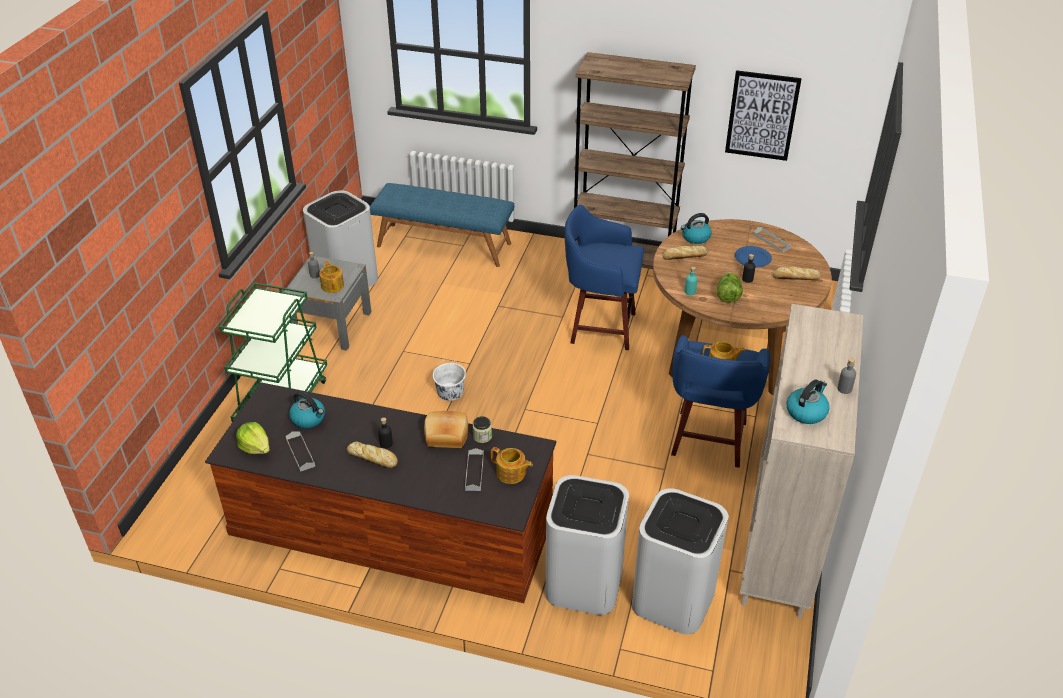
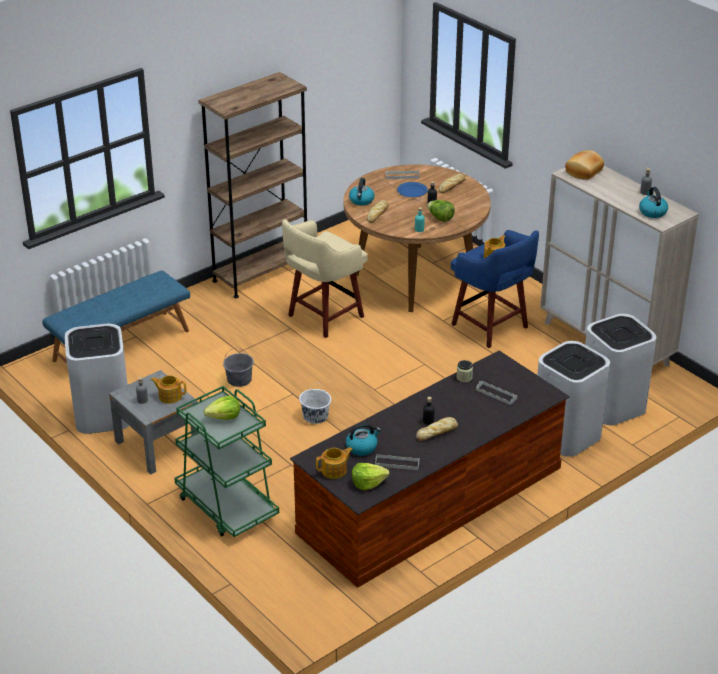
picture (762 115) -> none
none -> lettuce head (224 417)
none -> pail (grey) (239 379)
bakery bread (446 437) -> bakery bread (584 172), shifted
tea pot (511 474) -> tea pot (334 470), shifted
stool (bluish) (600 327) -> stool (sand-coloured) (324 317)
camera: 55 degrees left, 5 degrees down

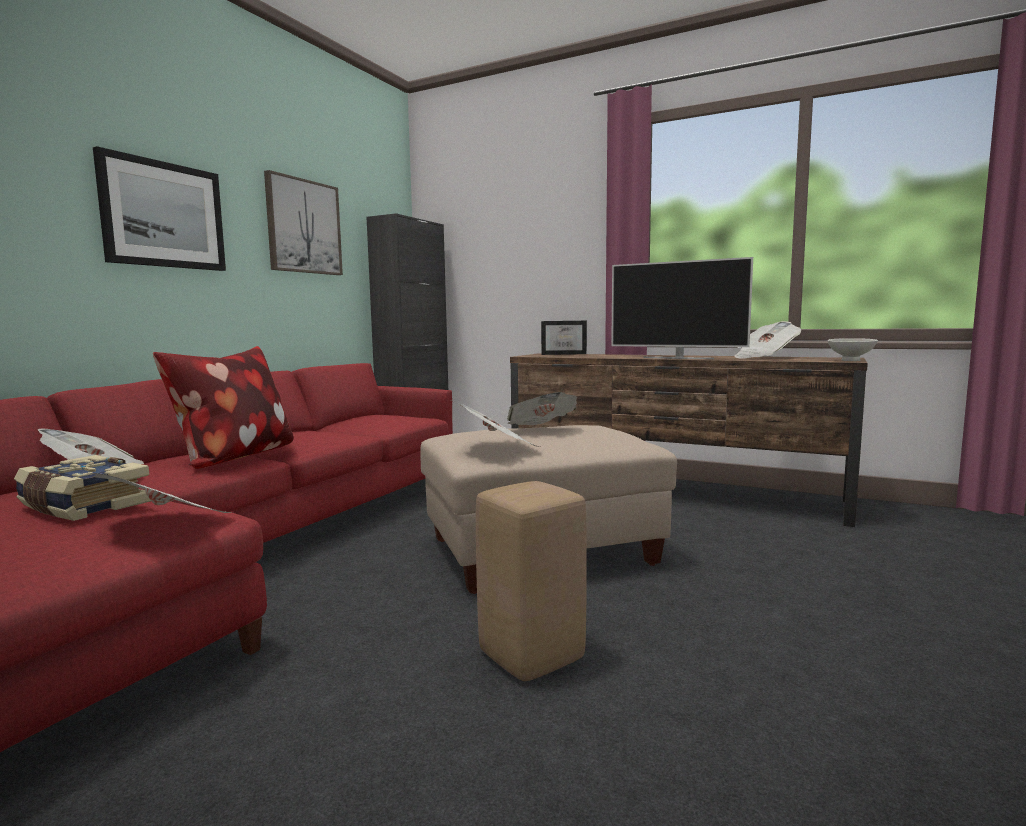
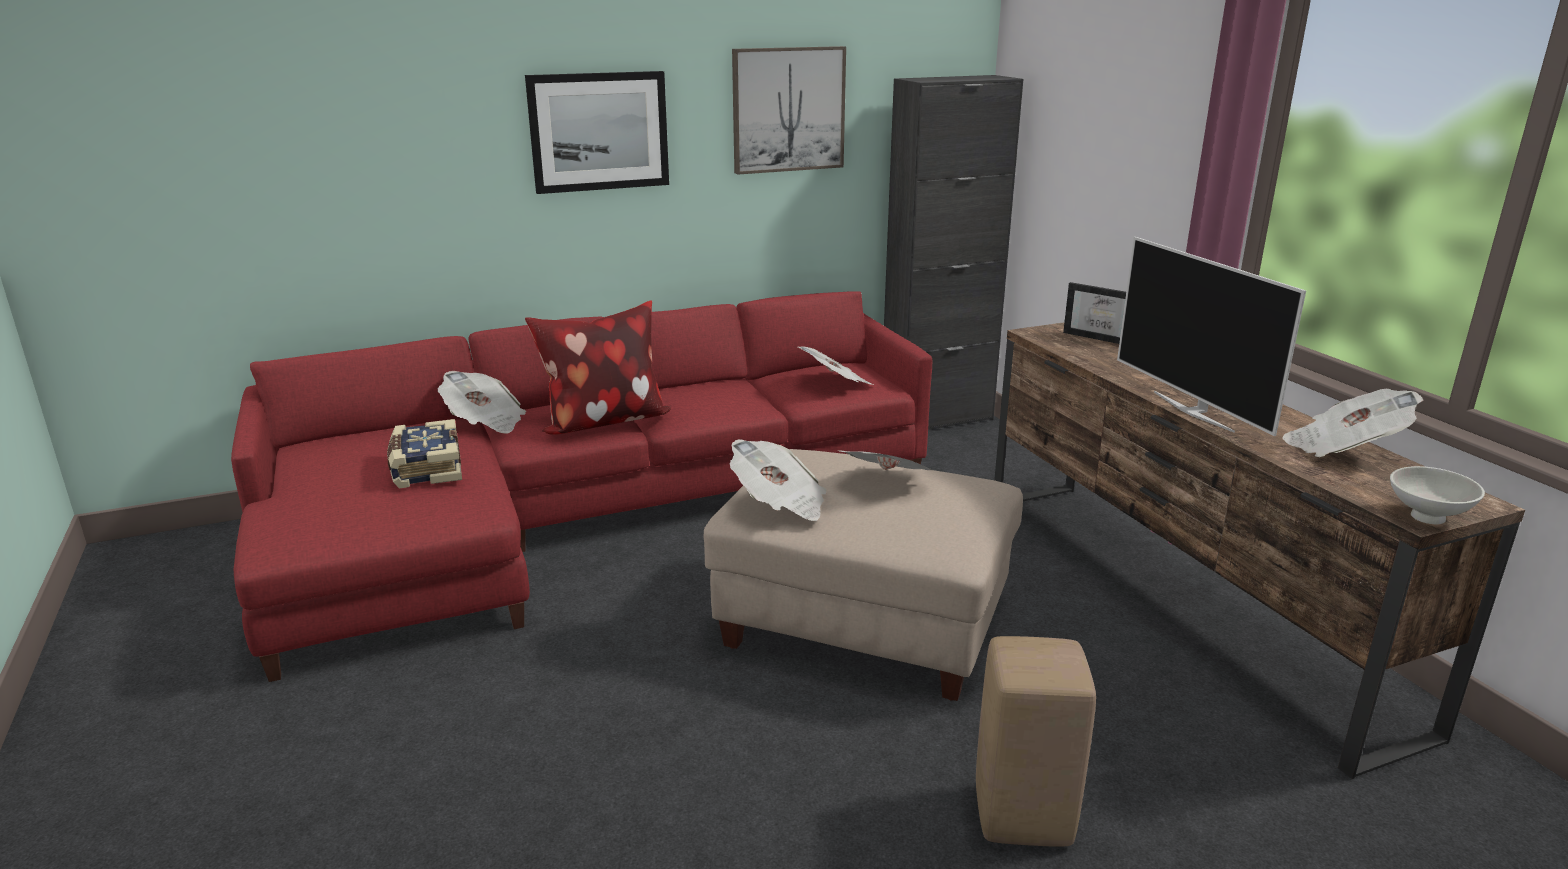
printed paper (168 525) -> printed paper (835 384), shifted
stool (sand-coloured) (531 655) -> stool (sand-coloured) (1024 815), shifted
camera: 40 degrees right, 15 degrees up

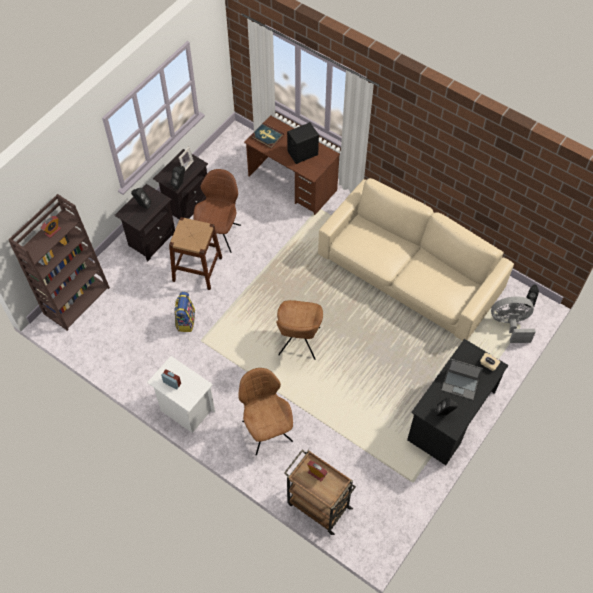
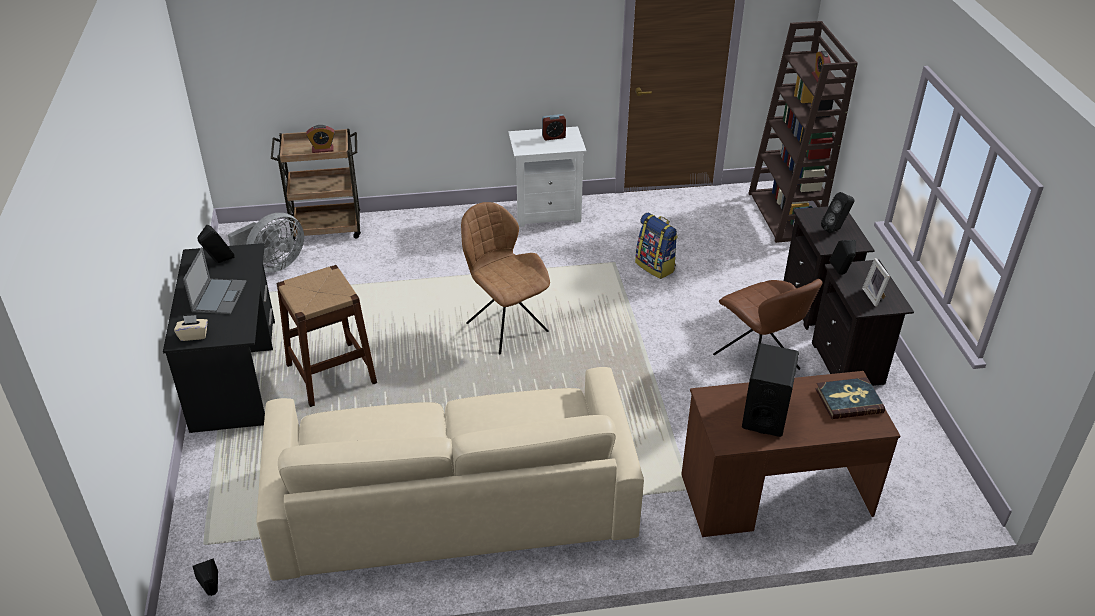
plain chair (brownish) (266 429) -> none
stool (brownish) (197 269) -> stool (brownish) (331 374), shifted
fan (grey) (510 325) -> fan (grey) (273 265), shifted
portable computer (460 384) -> portable computer (219 296), 120 degrees clockwise
camera: 135 degrees right, 20 degrees down

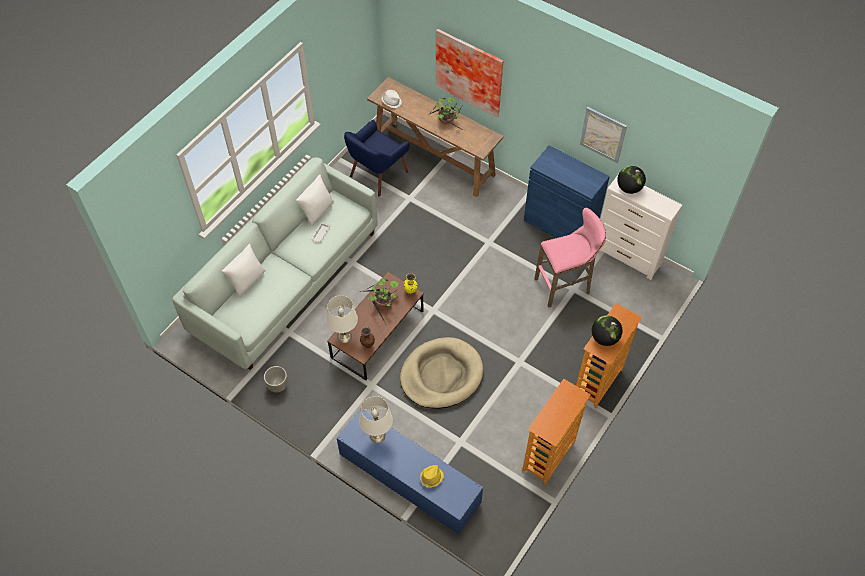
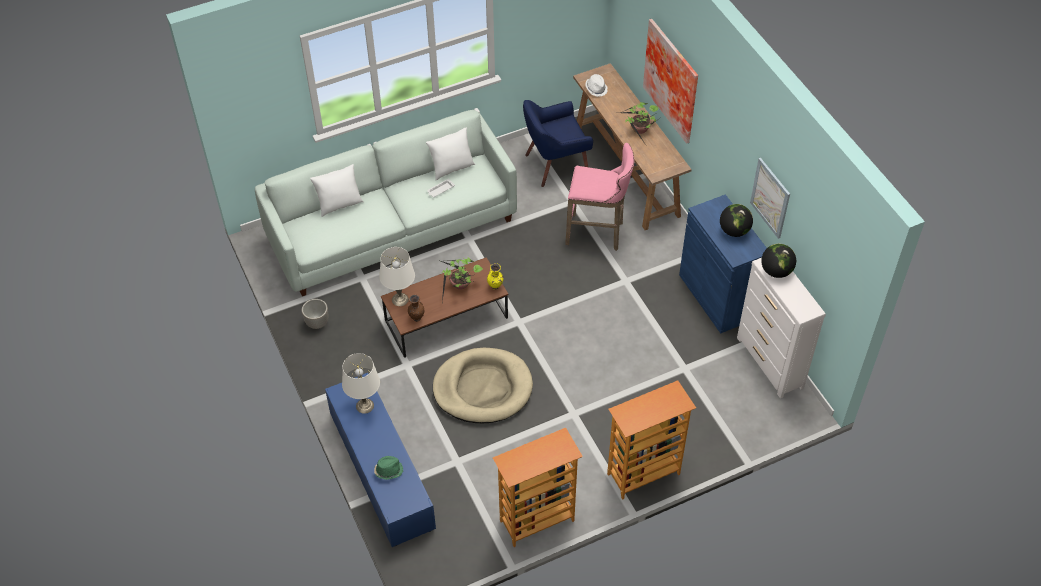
stool (pinkish) (565 286) -> stool (pinkish) (597 233), shifted
globe (604 338) -> globe (734 231), shifted
wearable hat (yellow-coloured) (431 477) -> wearable hat (green) (388 470)
camera: 30 degrees right, 5 degrees down

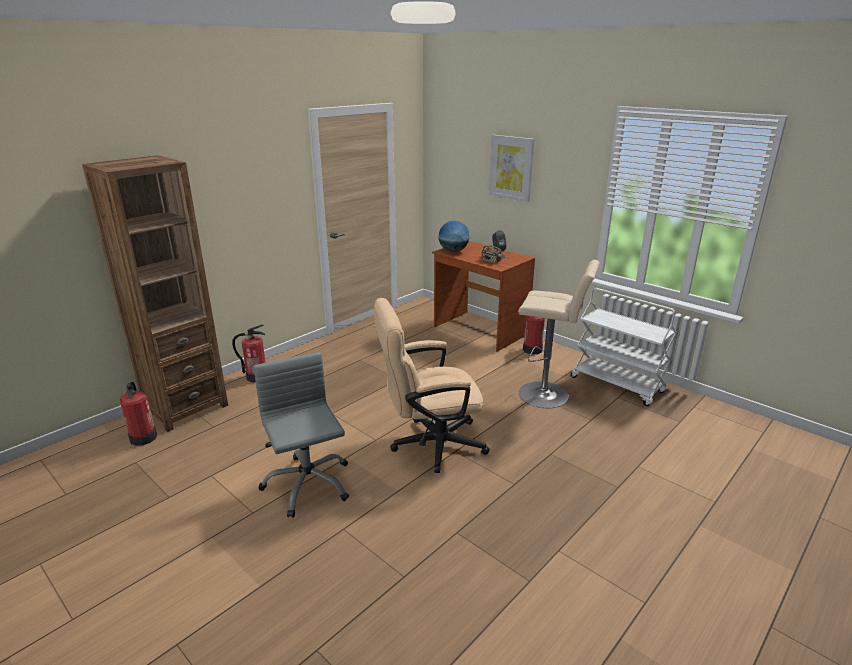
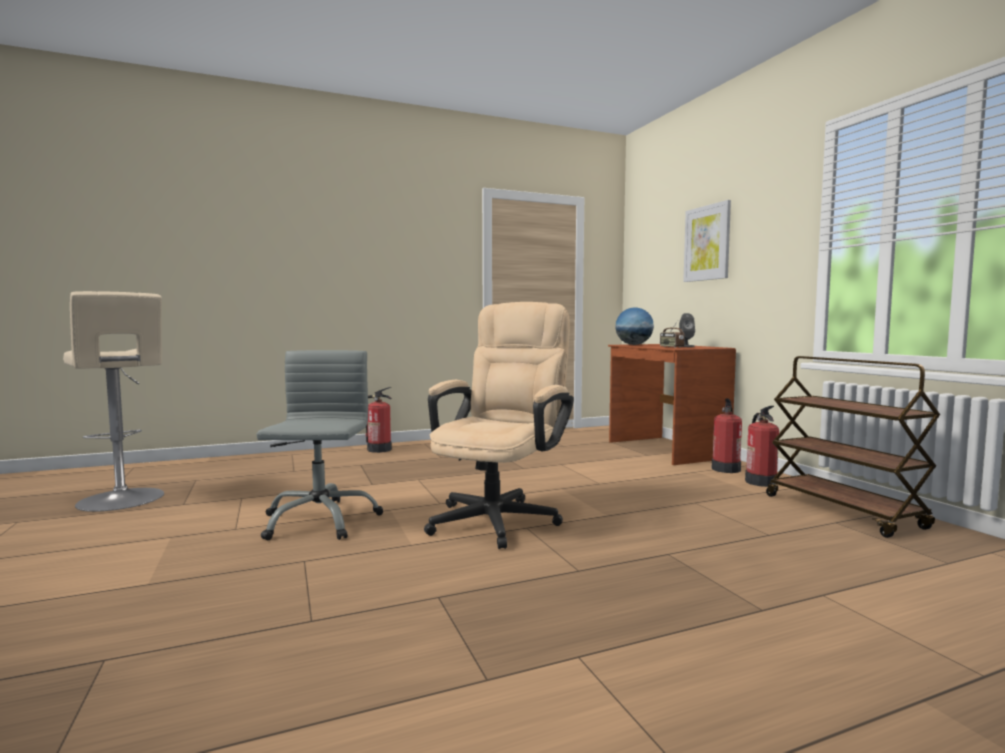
bookshelf (brownish) (186 408) -> none
fire-fighting cylinder (143 437) -> fire-fighting cylinder (760 482), shifted
stool (sand-coloured) (547 395) -> stool (sand-coloured) (122 500), shifted
cart (whitish) (617 385) -> cart (brownish) (843 511)
computer chair (sand-coloured) (429 444) -> computer chair (sand-coloured) (500 517), 105 degrees clockwise
camera: 25 degrees right, 20 degrees down

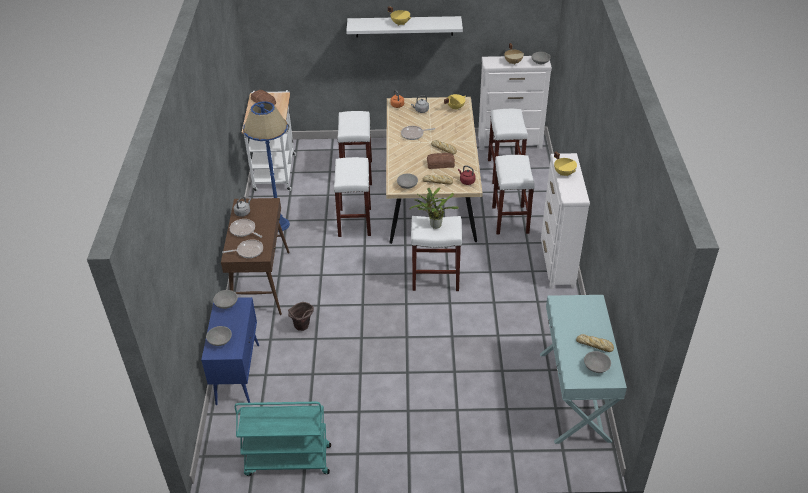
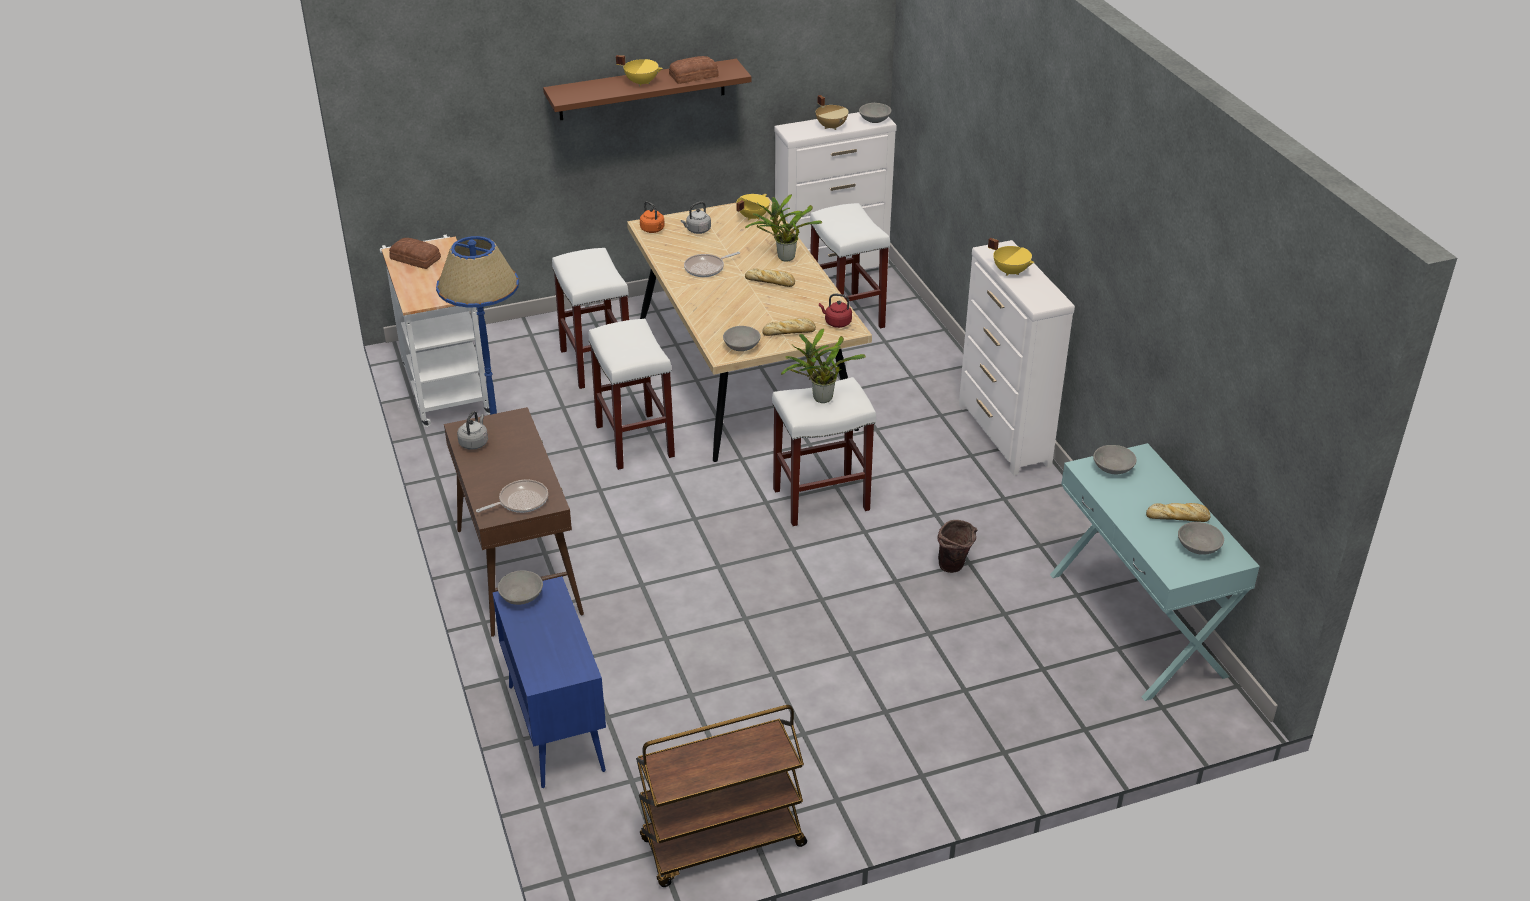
frying pan (244 230) -> none
stool (whitish) (510 220) -> none
none -> plant in a pot (783 257)
bowl (grey) (220 341) -> bowl (grey) (1112 468), shifted
pail (brownish) (302 328) -> pail (brownish) (954 568), shifted
bakery bread (440 163) -> bakery bread (693 76), shifted
cart (turquoise-coloured) (287 461) -> cart (brownish) (722 844)
bracket shelf (whitish) (404 26) -> bracket shelf (brownish) (642 89)
camera: 20 degrees left, 5 degrees down

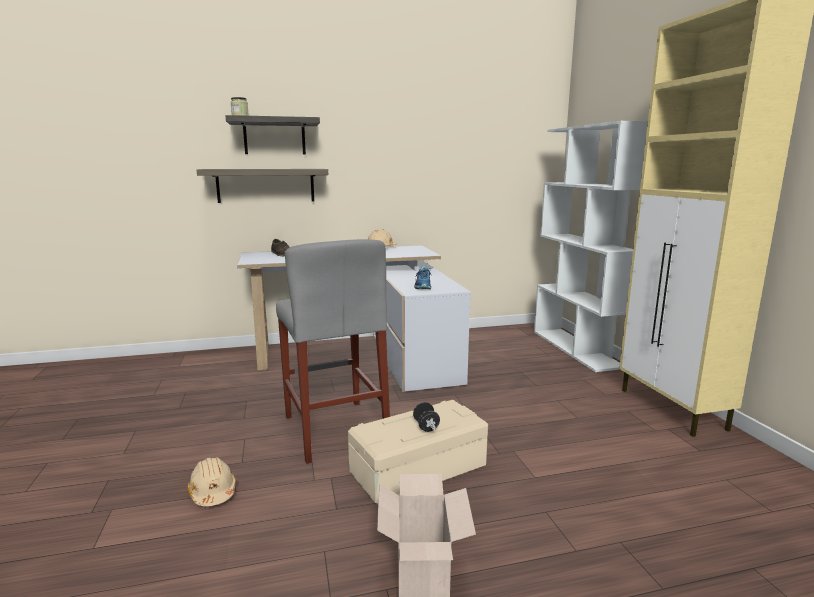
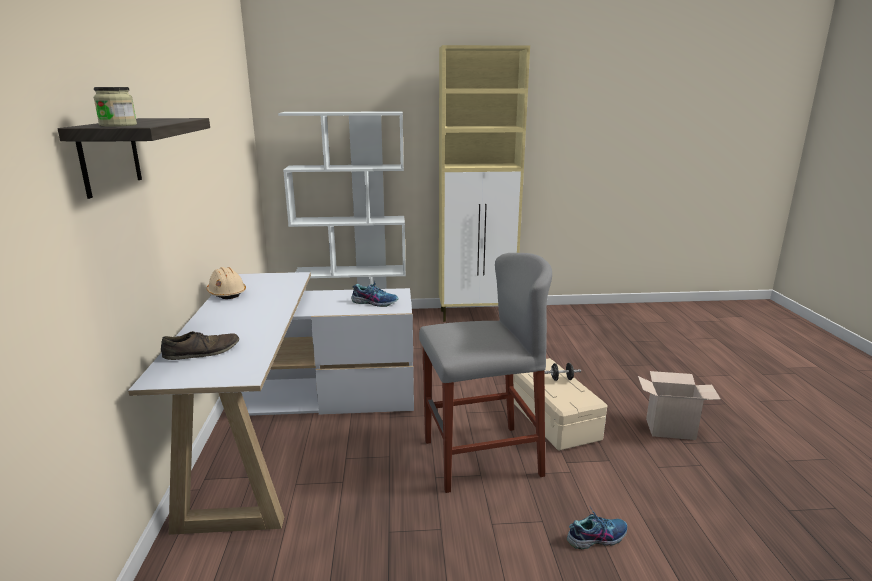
bracket shelf (266 185) -> none
work helmet (sand-coloured) (213 492) -> low shoe (596 537)
camera: 80 degrees left, 5 degrees up

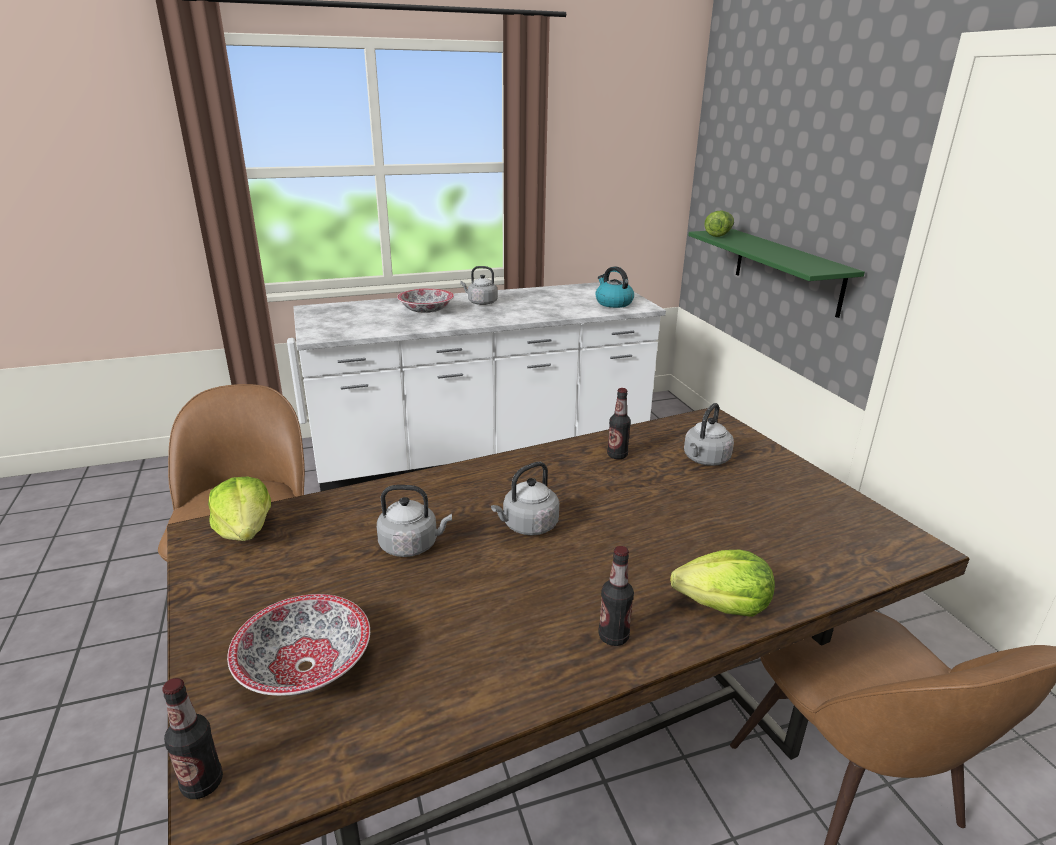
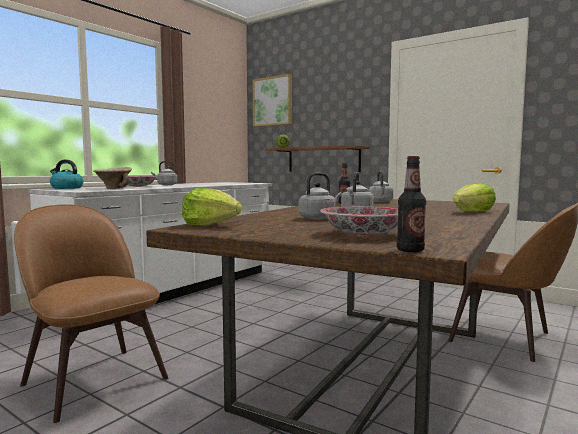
drink bottle (613 637) -> none
none -> bowl (sand-coloured) (113 188)
none -> picture (272 101)
tea kettle (613 303) -> tea kettle (66 188), shifted
bracket shelf (green) (787 271) -> bracket shelf (brownish) (323 159)
camera: 35 degrees left, 20 degrees down

